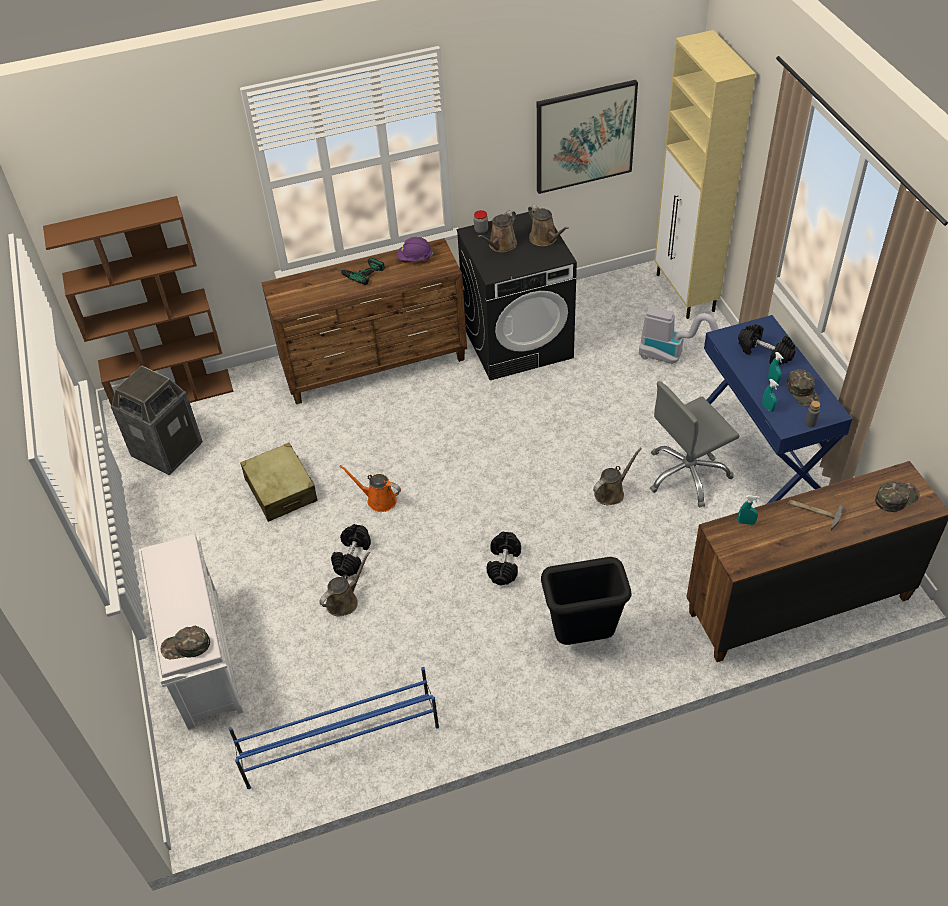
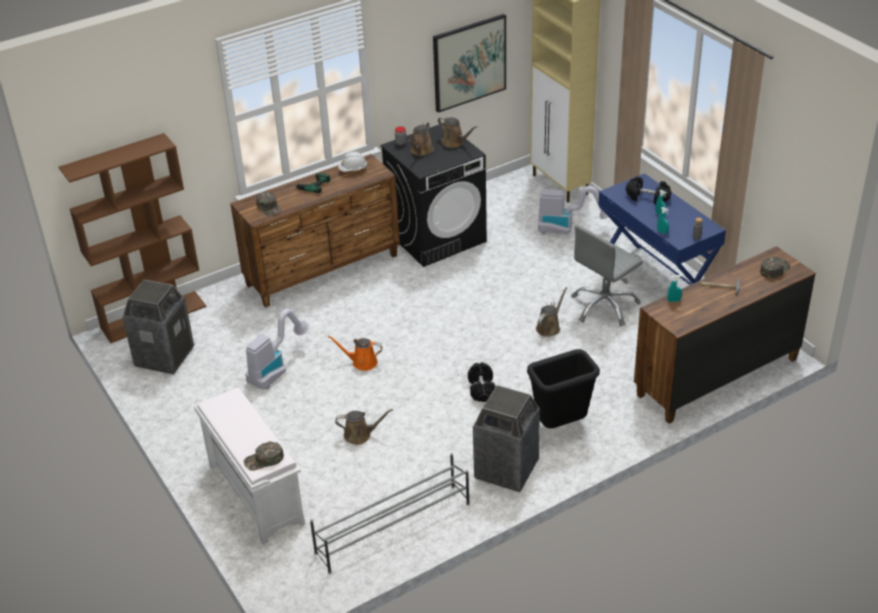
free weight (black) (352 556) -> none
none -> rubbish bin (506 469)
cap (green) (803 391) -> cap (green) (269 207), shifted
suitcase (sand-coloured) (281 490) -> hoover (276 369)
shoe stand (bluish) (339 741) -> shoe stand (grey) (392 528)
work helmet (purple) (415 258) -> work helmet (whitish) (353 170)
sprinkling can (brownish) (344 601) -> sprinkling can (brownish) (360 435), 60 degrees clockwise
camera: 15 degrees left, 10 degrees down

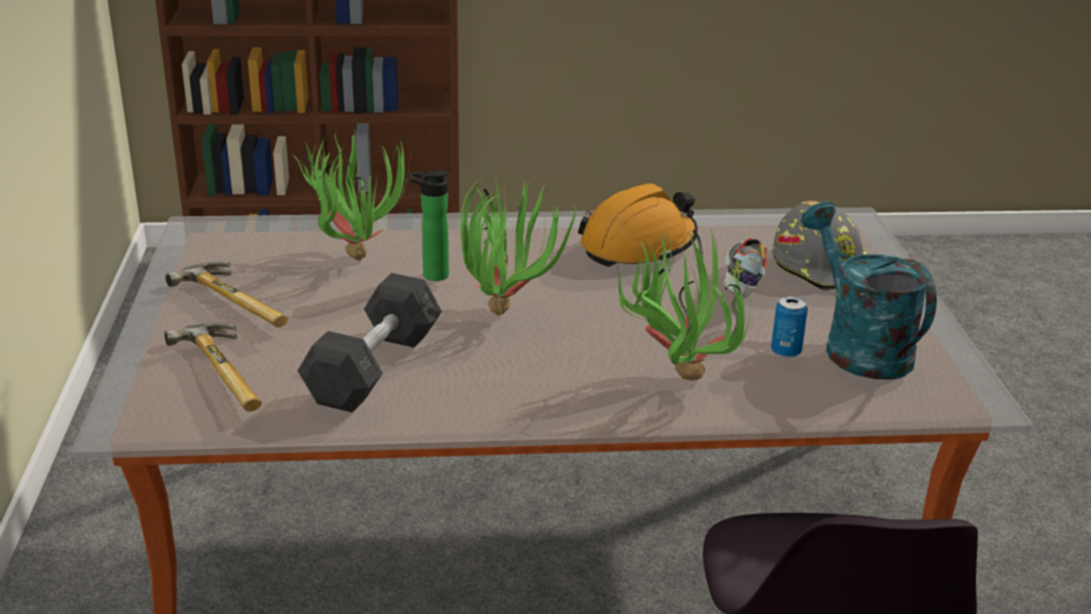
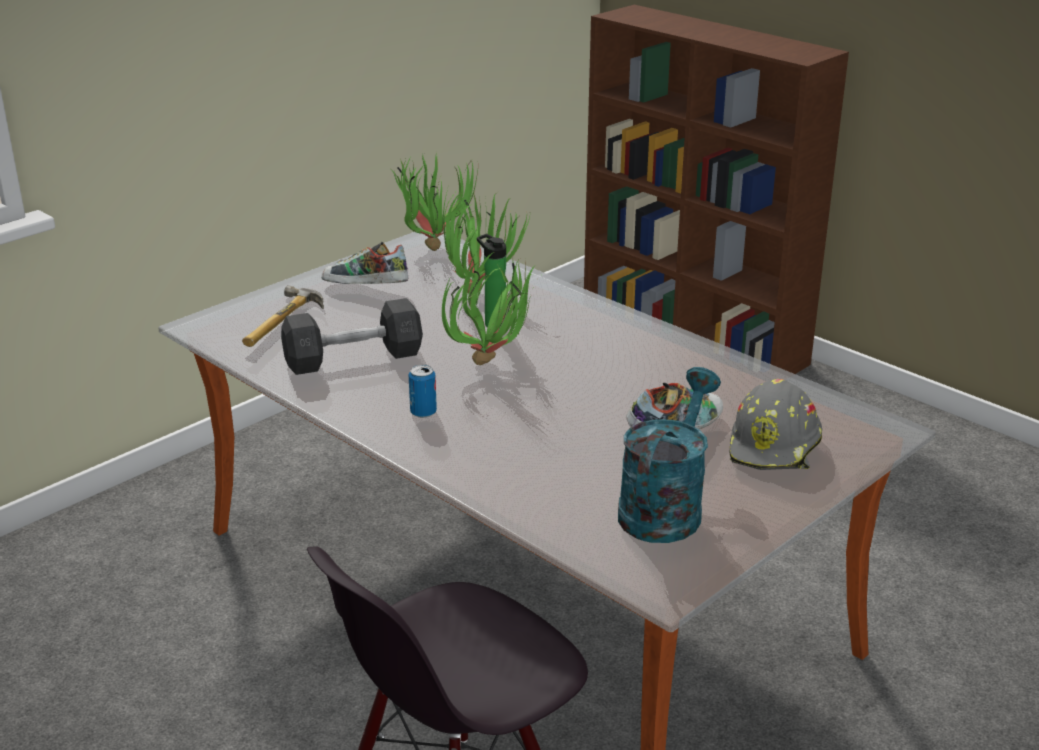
work helmet (orange-coloured) (638 246) -> none
plant in a pot (675 372) -> plant in a pot (433 245), shifted
can (785 351) -> can (423 412), shifted
hand hammer (240 301) -> low shoe (365 289)
camera: 50 degrees right, 0 degrees up

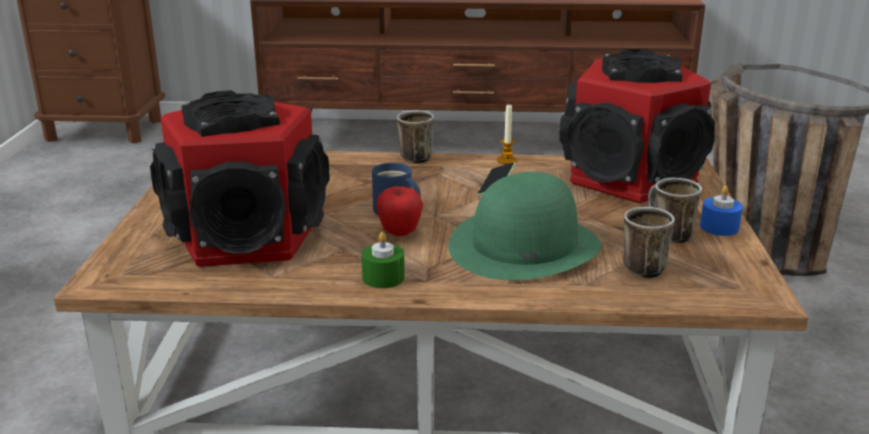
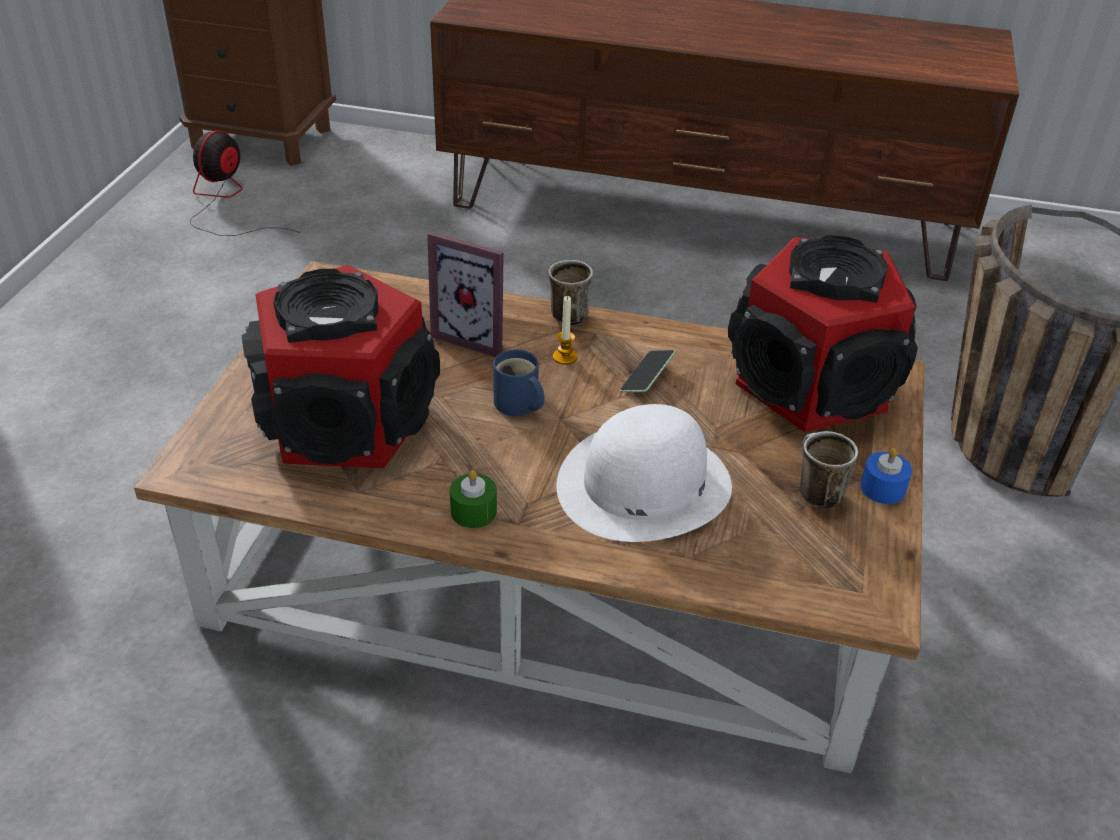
whole apple (400 233) -> none
tea mug (638 267) -> none
none -> fan (226 202)
none -> standing frame (475 336)
candle (506 160) -> candle (565 357), shifted
wearable hat (green) (524 246) -> wearable hat (whitish) (643 485)
camera: 10 degrees right, 15 degrees up

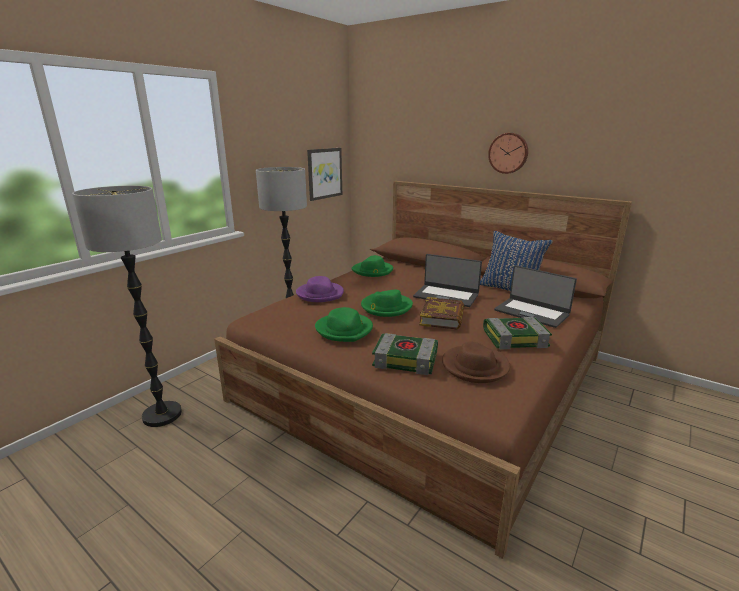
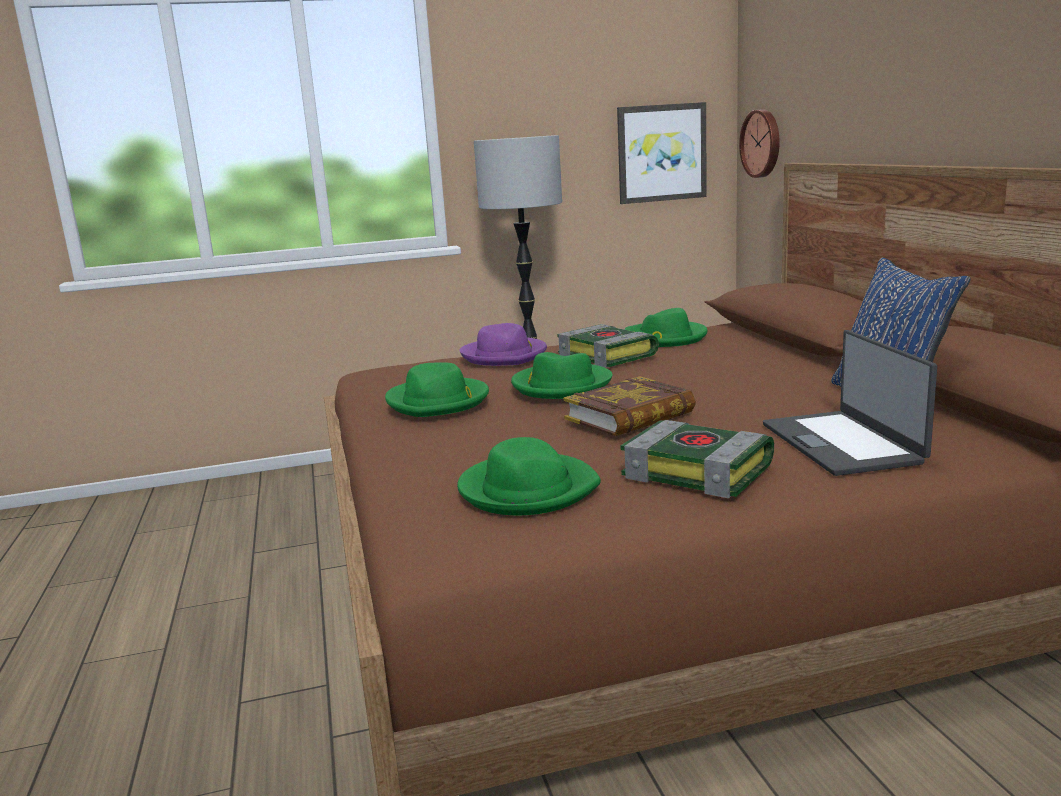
floor lamp (162 415) -> none
portable computer (446 296) -> none
bound book (406 359) -> bound book (609 356), shifted
wall clock (508 153) -> wall clock (762 143), shifted
wearable hat (brownish) (475 366) -> wearable hat (green) (527 489)
camera: 40 degrees right, 5 degrees down

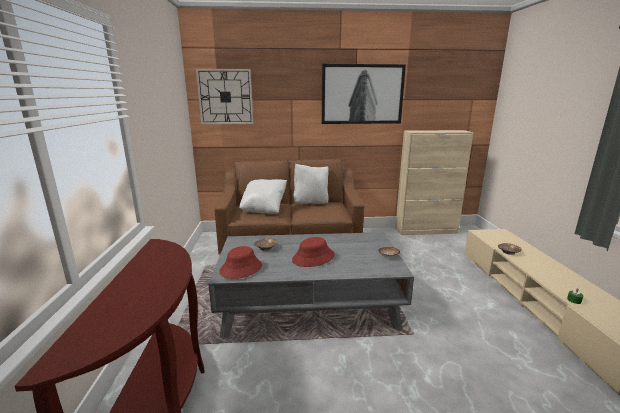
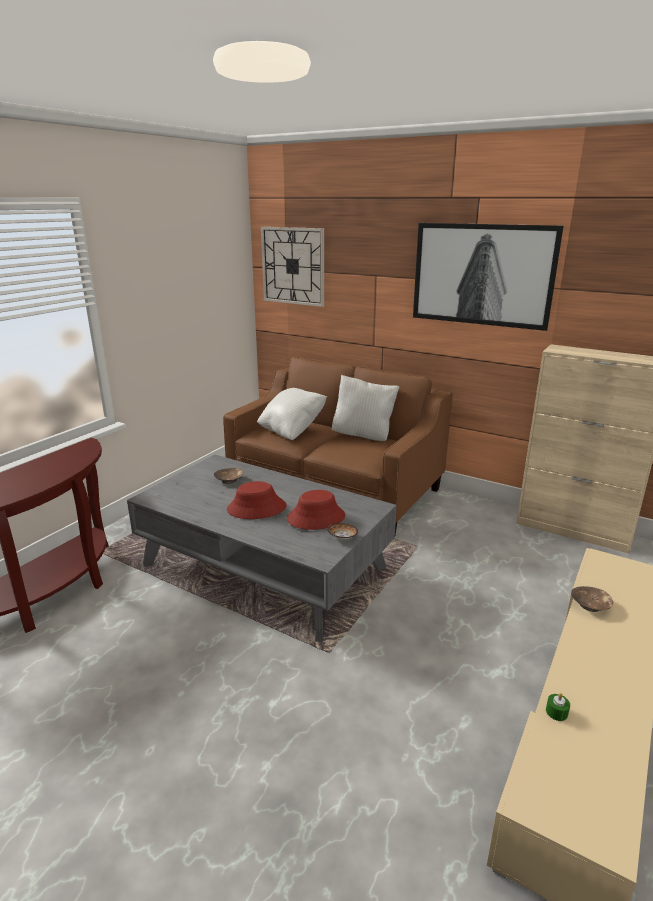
wearable hat (red-coloured) (241 268) -> wearable hat (red-coloured) (316 517), shifted
camera: 35 degrees right, 5 degrees up

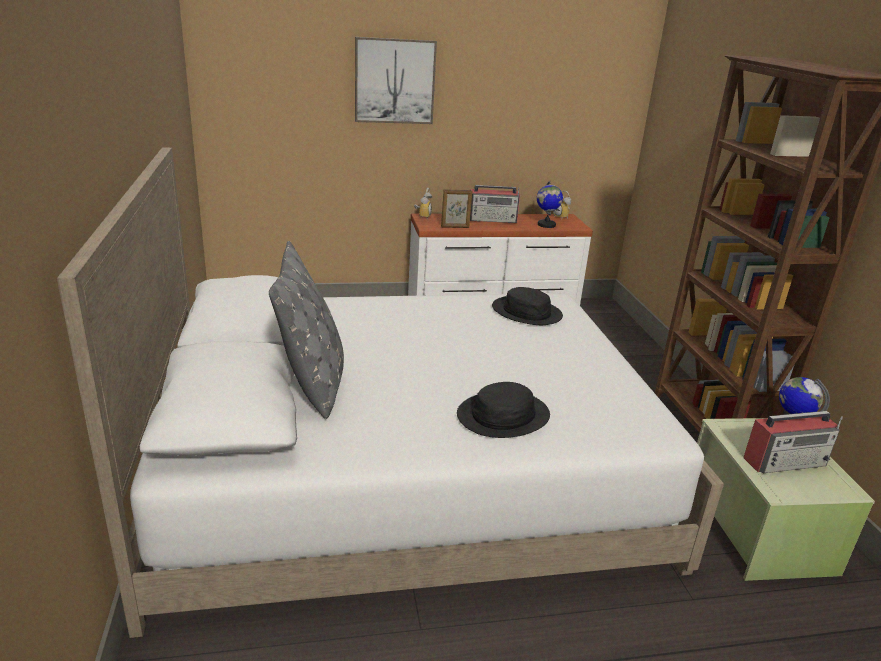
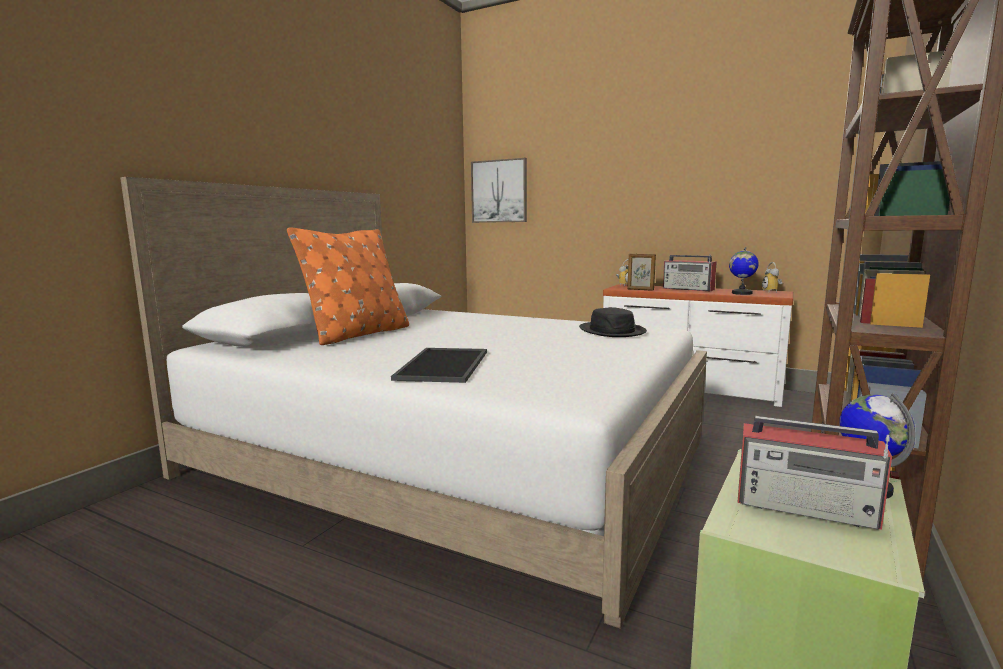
picture (394 81) -> picture (499 191), shifted
wearable hat (black) (503 416) -> tray (445 365)
pillow (grey) (312 382) -> pillow (orange-coloured) (358 334)
camera: 40 degrees right, 15 degrees down

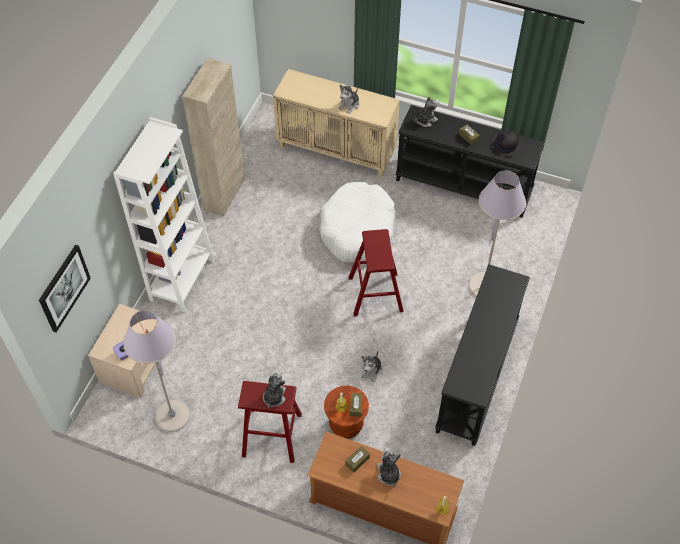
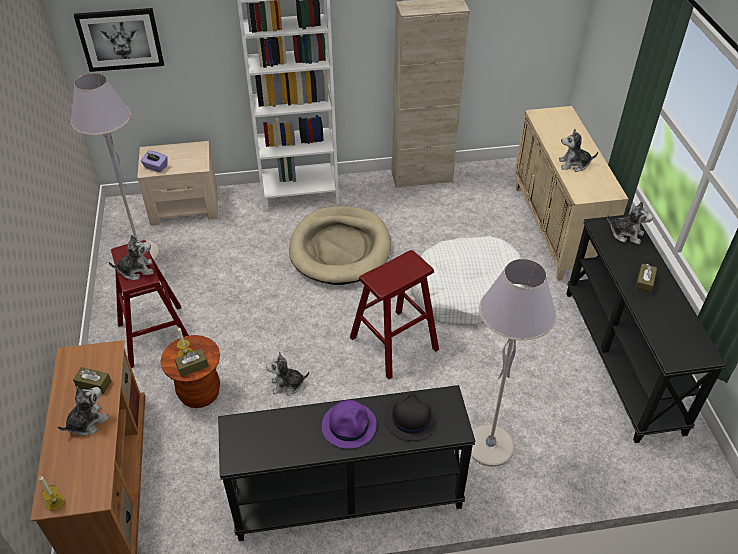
none -> pet bed (sand-coloured) (340 248)
none -> wearable hat (purple) (349 425)
wearable hat (black) (506 145) -> wearable hat (black) (411 418), shifted
camera: 60 degrees right, 10 degrees down

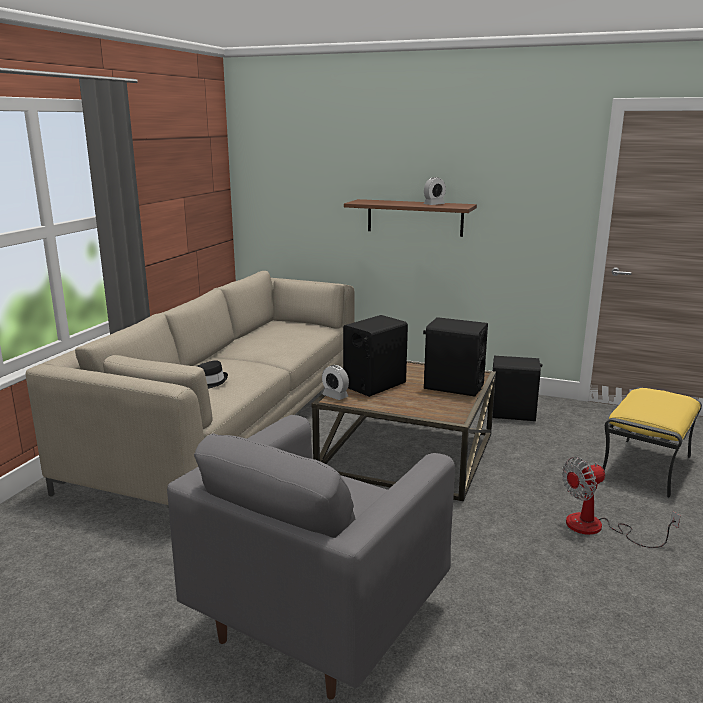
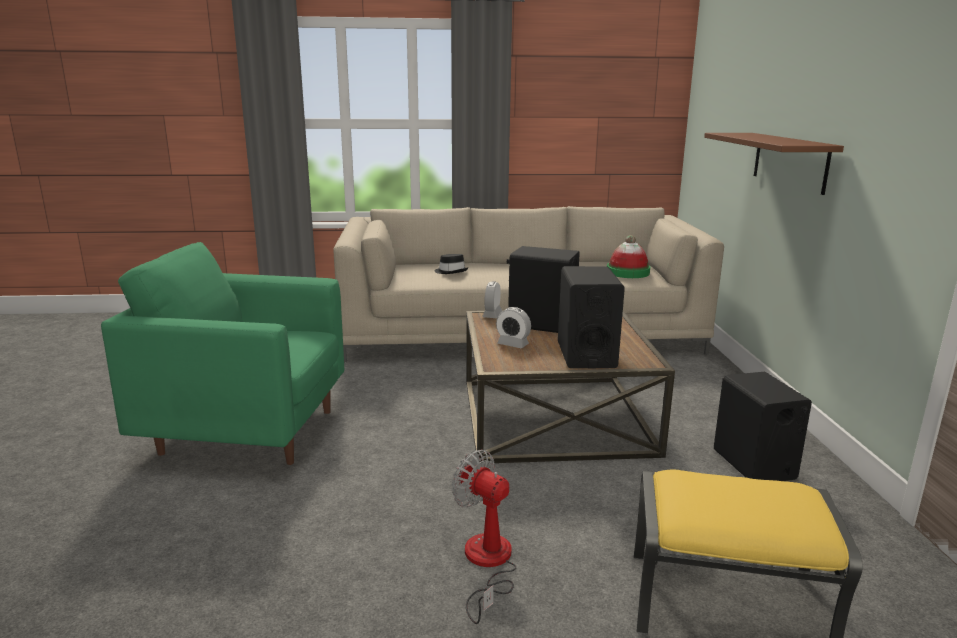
none -> wearable hat (628 272)
table clock (434 204) -> table clock (513 344), shifted
armchair (grey) (319 618) -> armchair (green) (249 431)
camera: 65 degrees right, 0 degrees up

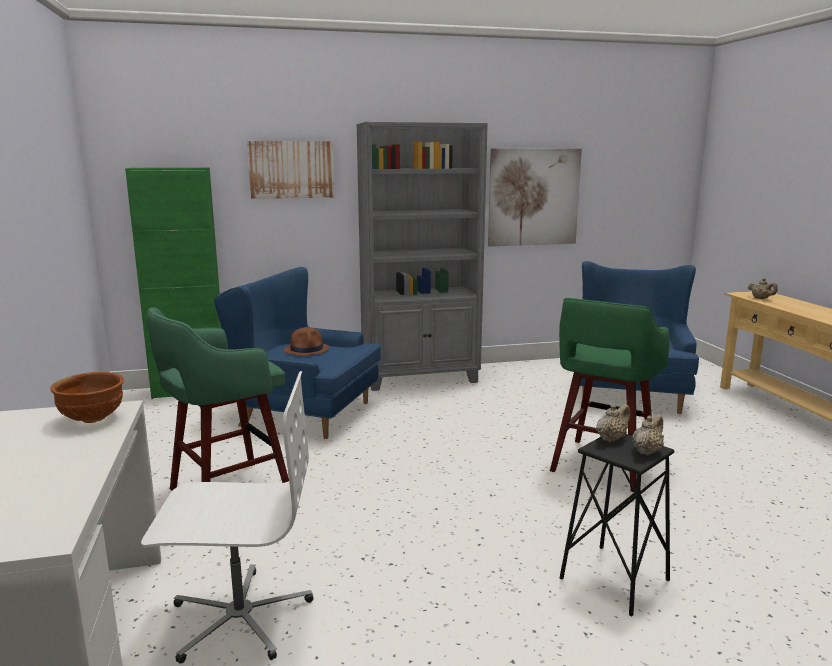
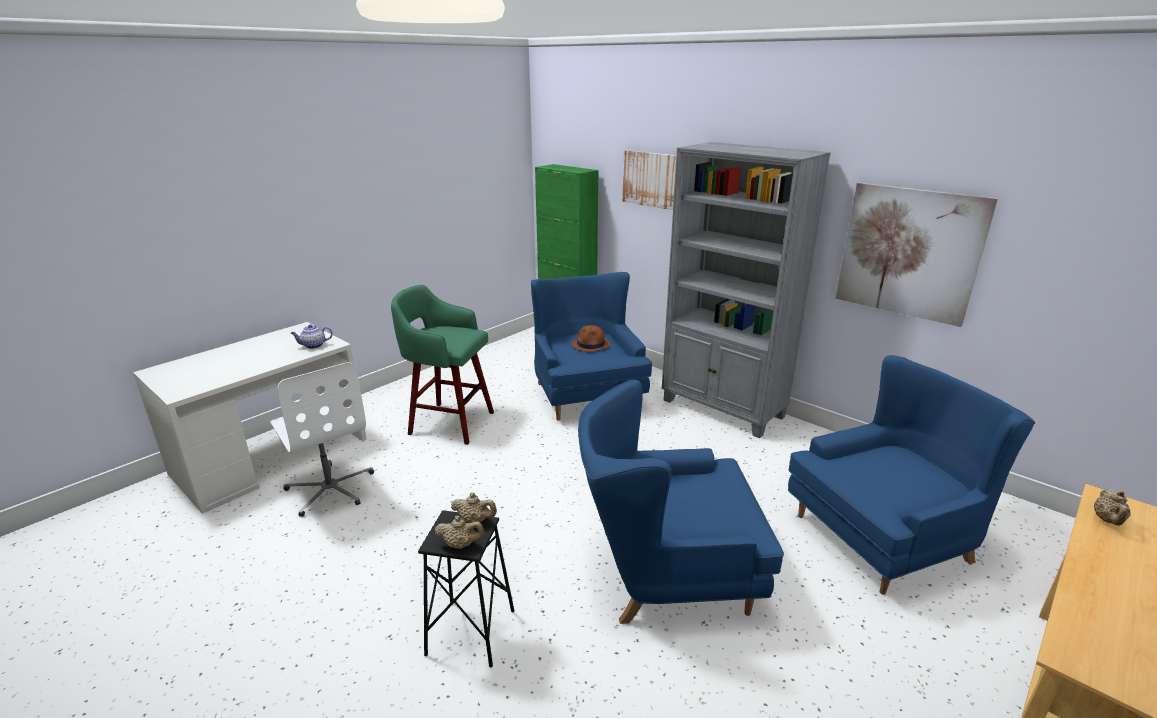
bowl (brownish) (92 419) -> tea pot (313 345)
stool (green) (601 466) -> armchair (bluish) (666 569)
camera: 55 degrees right, 10 degrees up

